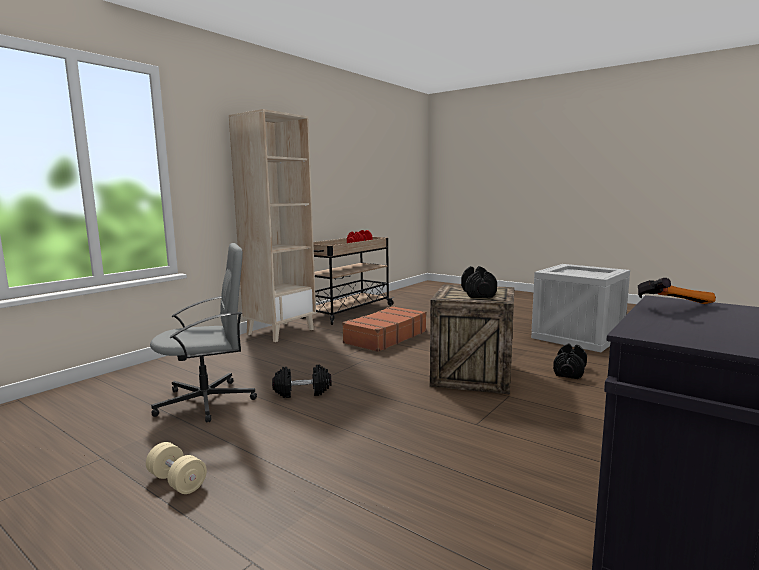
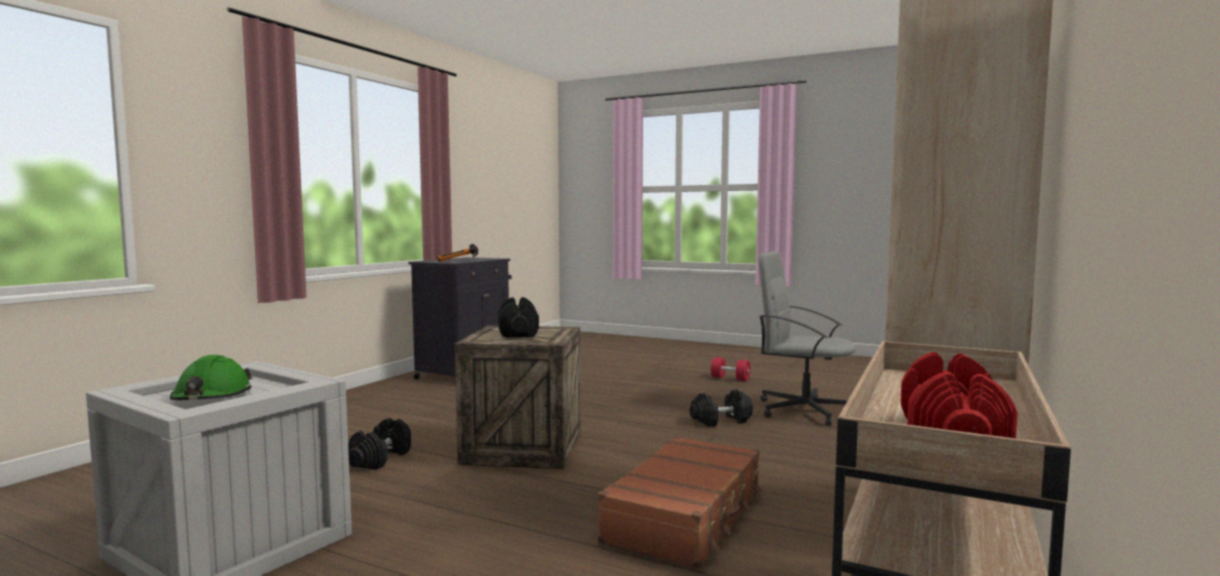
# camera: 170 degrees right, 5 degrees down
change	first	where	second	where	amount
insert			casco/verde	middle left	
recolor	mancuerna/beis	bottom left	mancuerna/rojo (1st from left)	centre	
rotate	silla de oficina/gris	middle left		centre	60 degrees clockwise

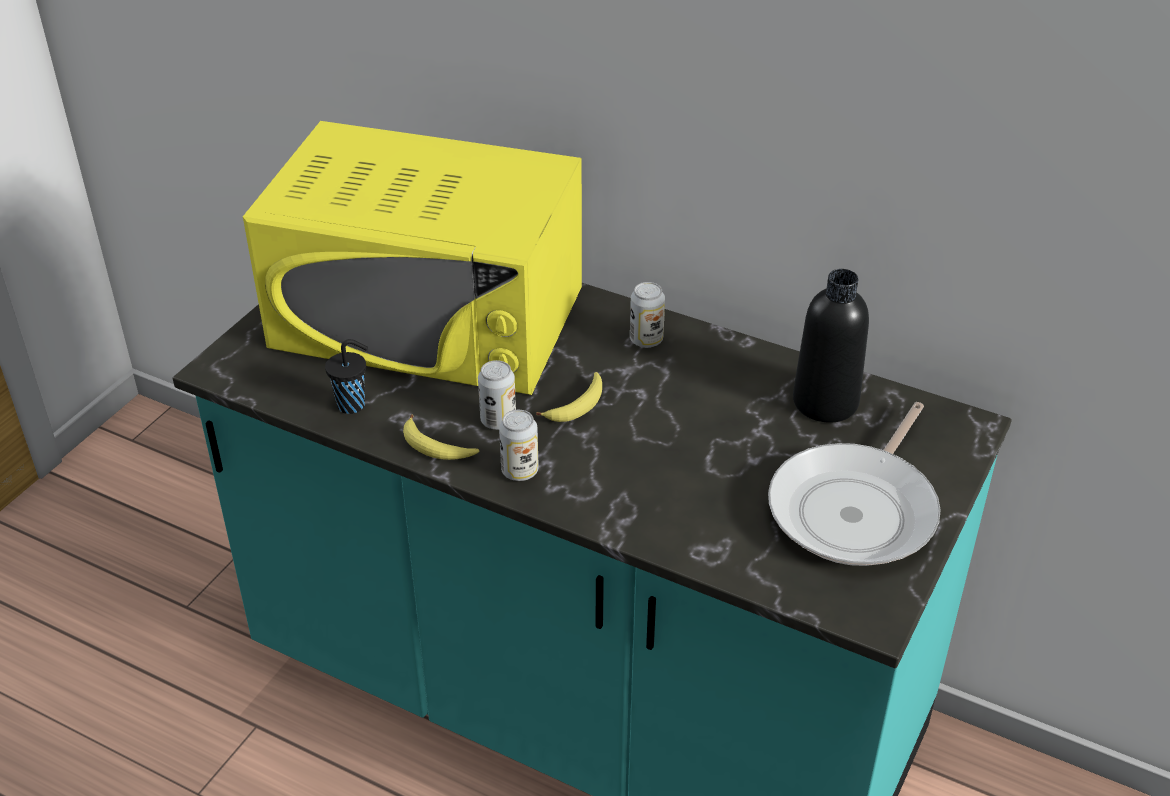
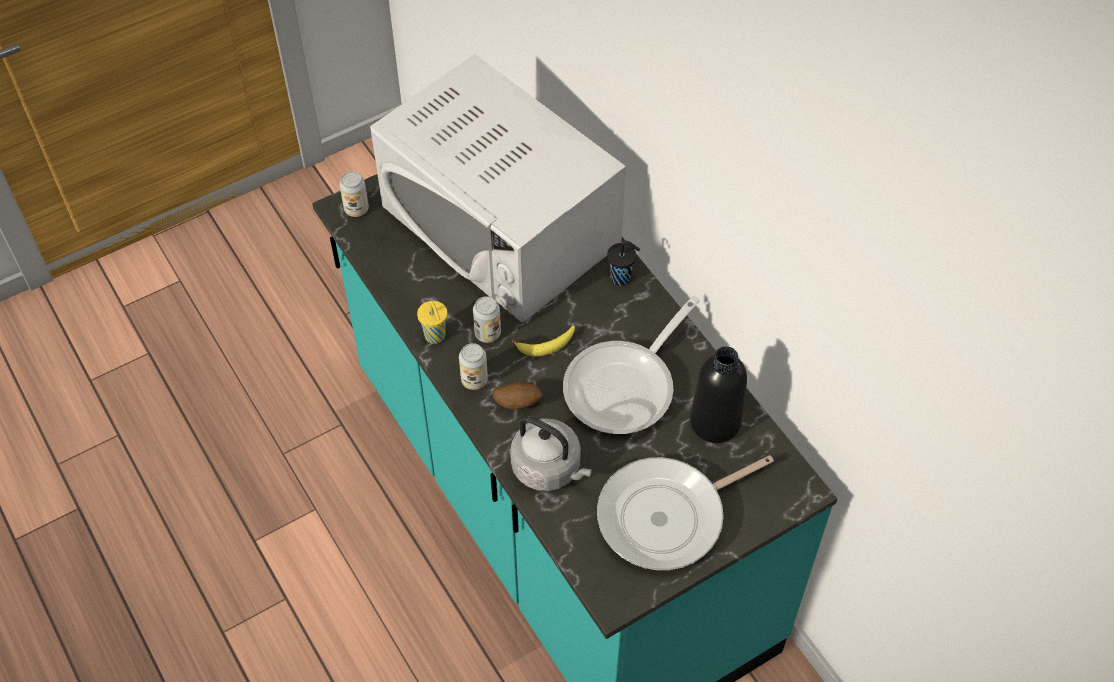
# camera: 30 degrees right, 15 degrees up
change	first	where	second	where	amount
insert			patata	centre	
insert			hervidor/gris	centre	
insert			sartén (1st from left)	centre	
move	taza/negro	middle left		centre	
move	lata (3rd from left in the first image)	centre	lata (1st from left)	top left	
replace	plátano (1st from left)	centre	taza/amarillo	centre	
recolor	microondas/amarillo	top centre	microondas/blanco	top centre	

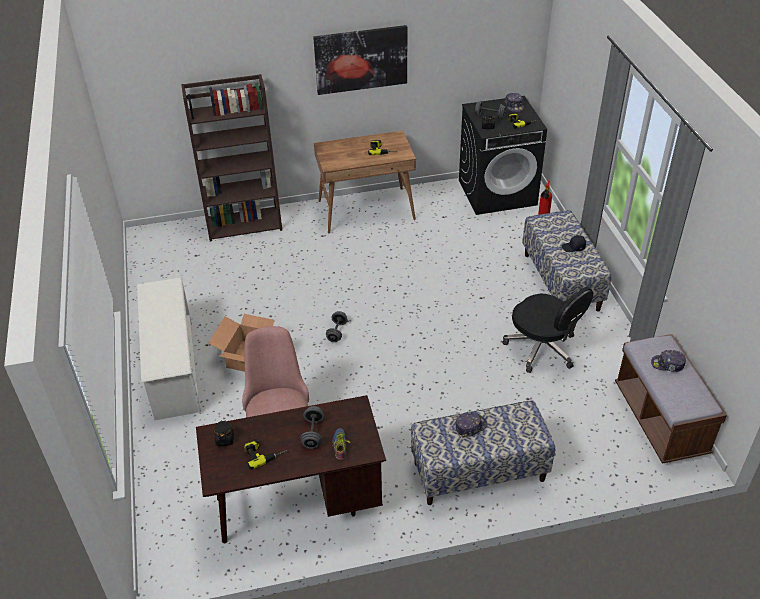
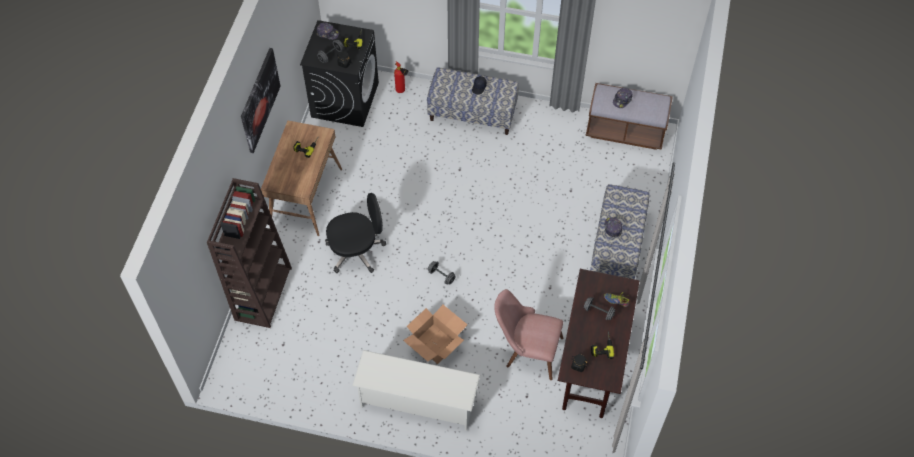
# camera: 65 degrees left, 15 degrees up
change	first	where	second	where	amount
move	silla de oficina/negro	middle right		centre	

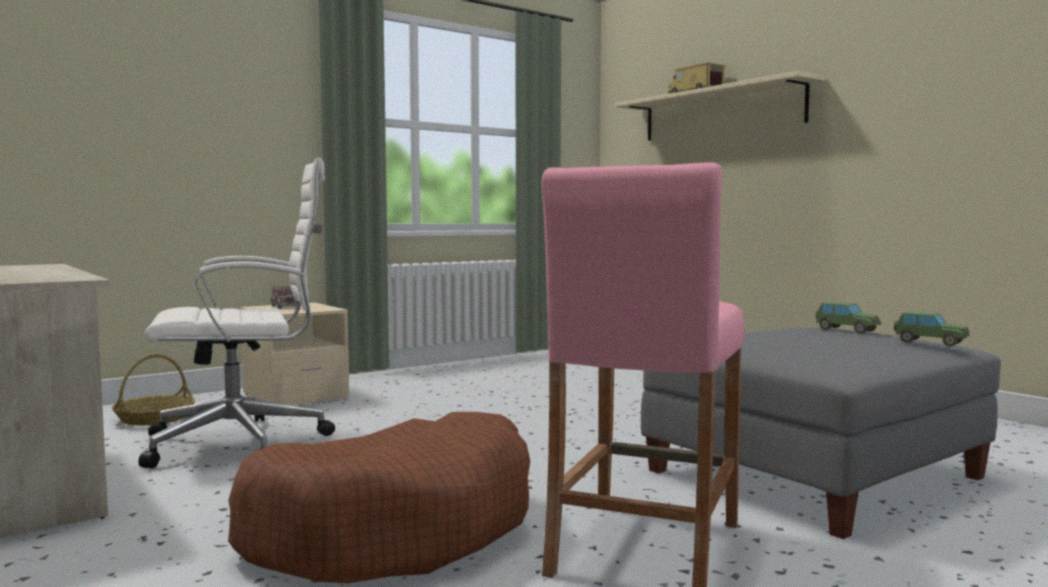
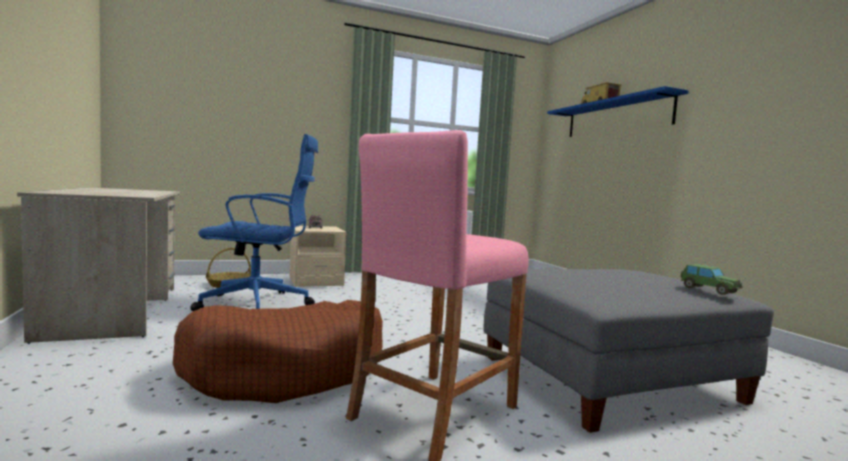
# camera: 15 degrees right, 0 degrees up
change	first	where	second	where	amount
delete	coche de juguete (1st from left)	middle right			
recolor	silla de oficina/blanco	middle left	silla de oficina/azul	middle left	
recolor	estante/beis	top right	estante/azul	top right	

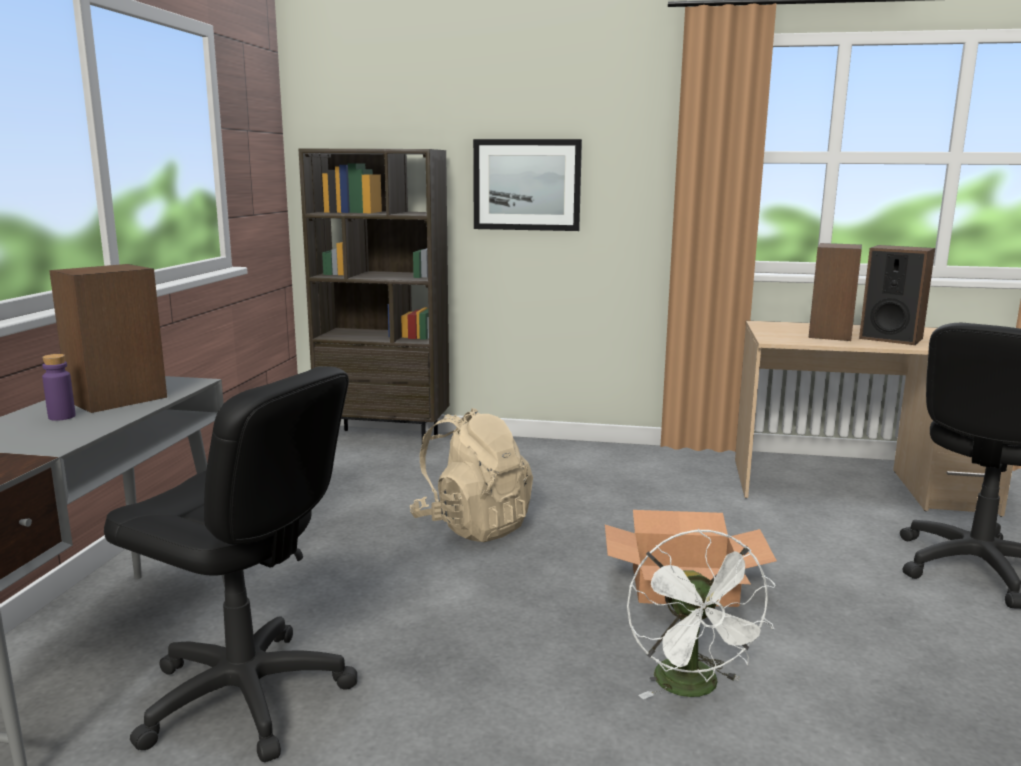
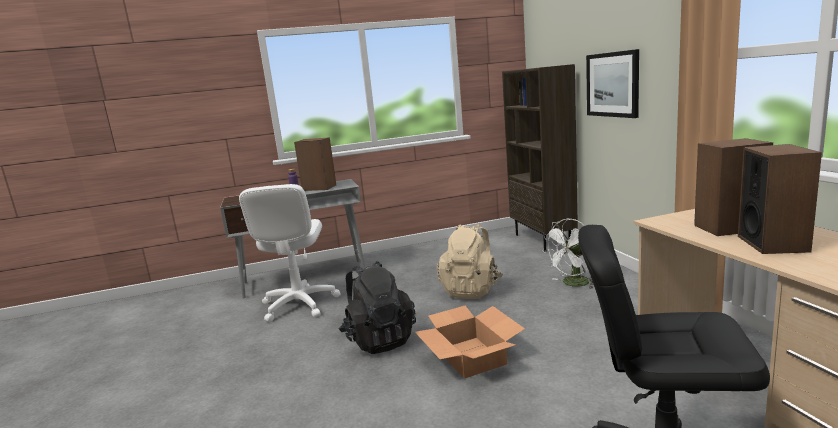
# camera: 65 degrees right, 0 degrees up
change	first	where	second	where	amount
insert			mochila/negro	bottom centre	
move	ventilador/blanco	bottom right		middle right	
recolor	silla de oficina/negro (1st from left)	bottom left	silla de oficina/blanco	centre	

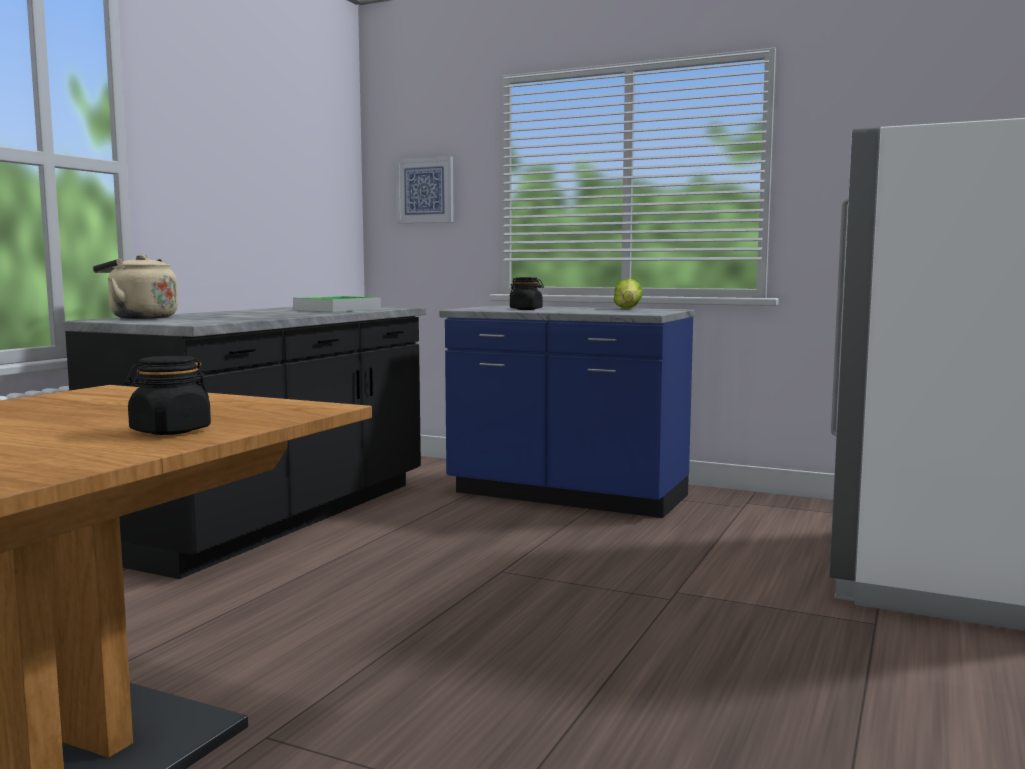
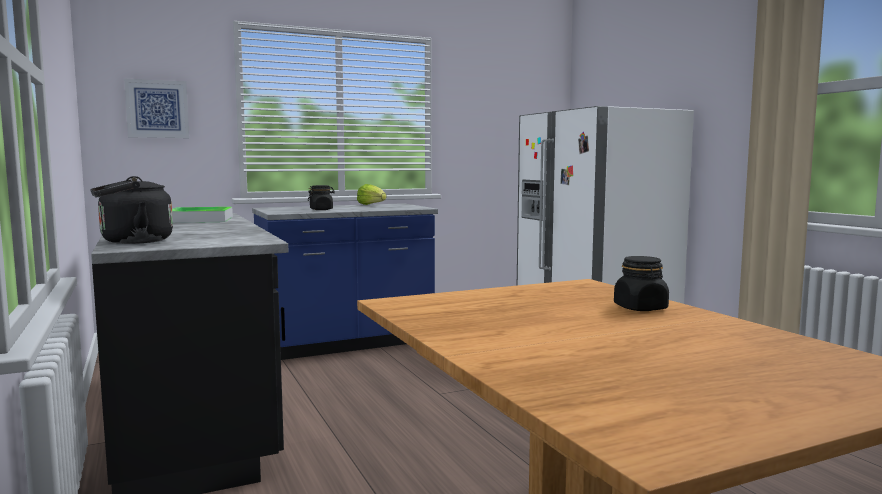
# camera: 50 degrees left, 0 degrees up
change	first	where	second	where	amount
recolor	hervidor/beis	middle left	hervidor/negro	middle left	

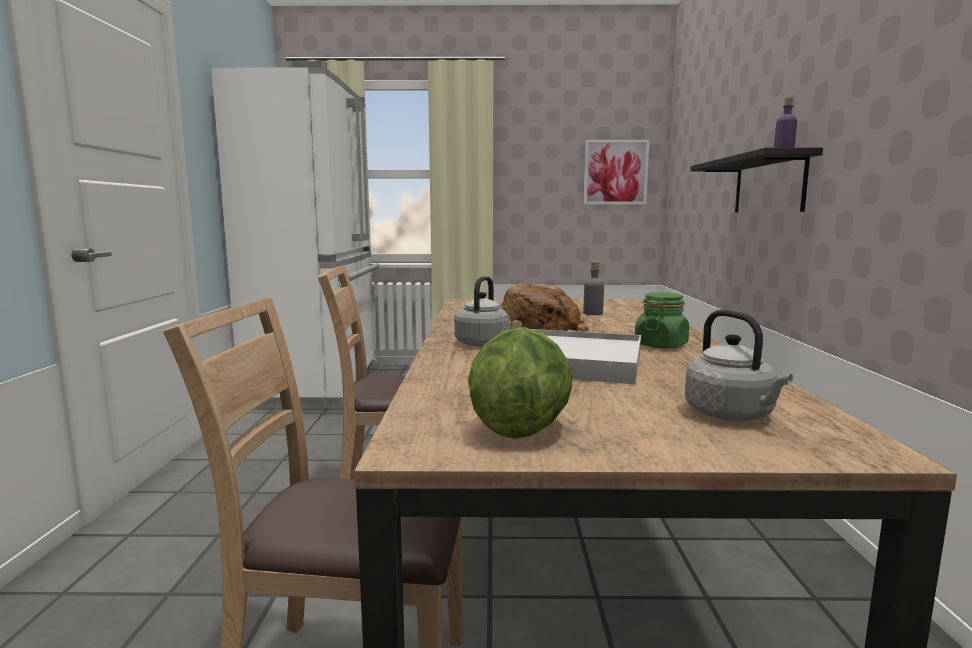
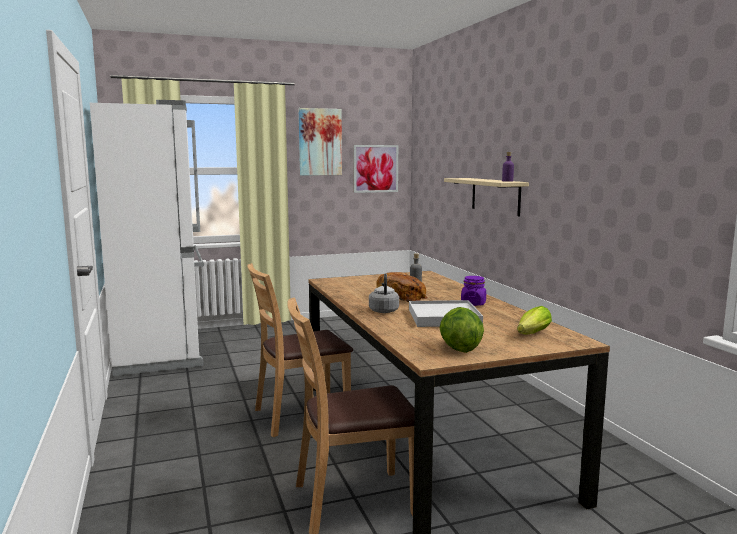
# camera: 20 degrees left, 0 degrees up
change	first	where	second	where	amount
insert			cuadro (1st from left)	top centre	
replace	hervidor/gris (2nd from left)	middle right	lechuga (2nd from left)	middle right	
recolor	tarro/verde	middle right	tarro/morado	centre	
recolor	estante/negro	top right	estante/beis	centre	

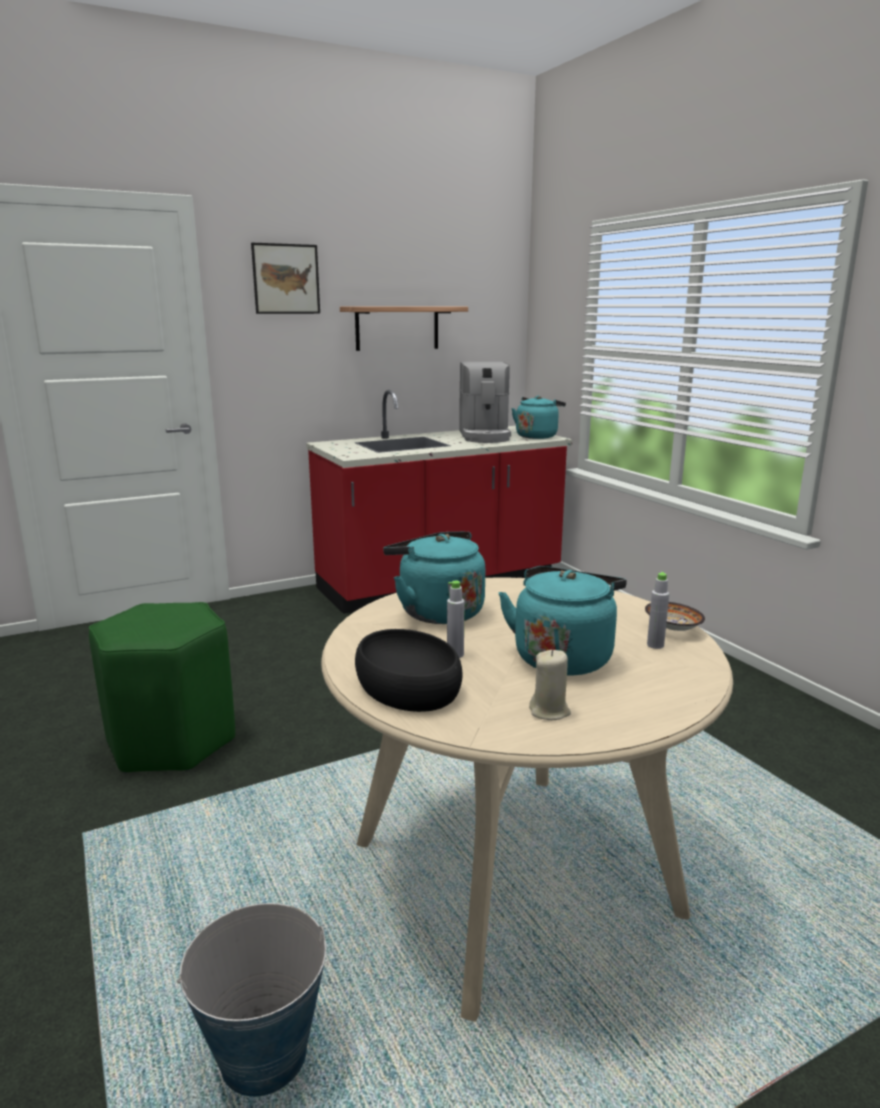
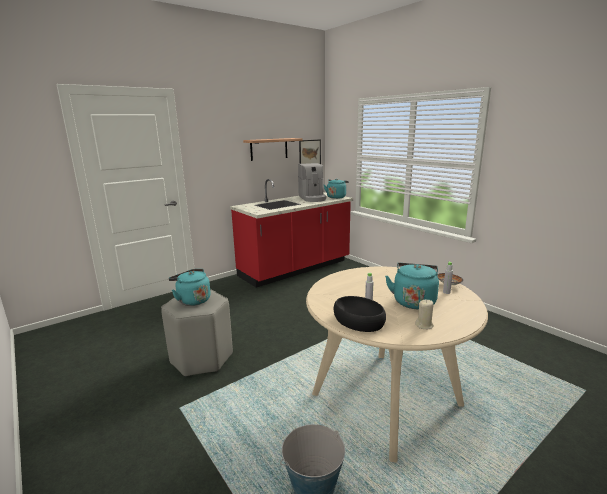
# camera: 10 degrees left, 0 degrees up
change	first	where	second	where	amount
move	cuadro	top left		top centre	
move	hervidor/turquesa (1st from left)	centre		middle left	
recolor	taburete/verde	middle left	taburete/gris	bottom left	

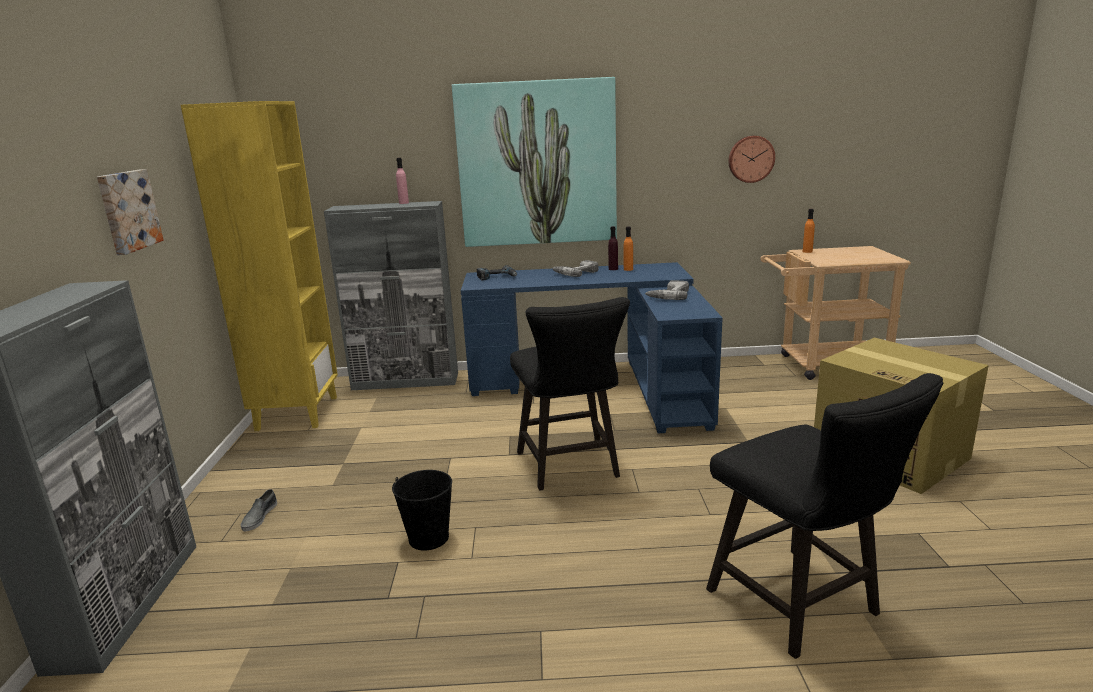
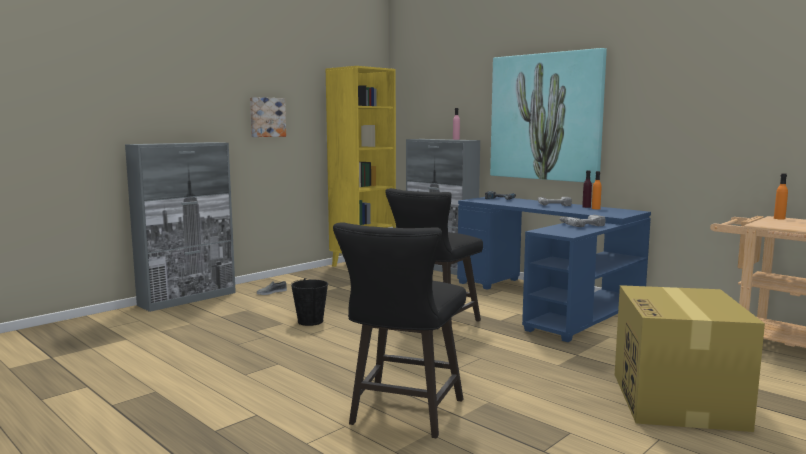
# camera: 45 degrees right, 10 degrees down
change	first	where	second	where	amount
delete	reloj de pared	top right			

